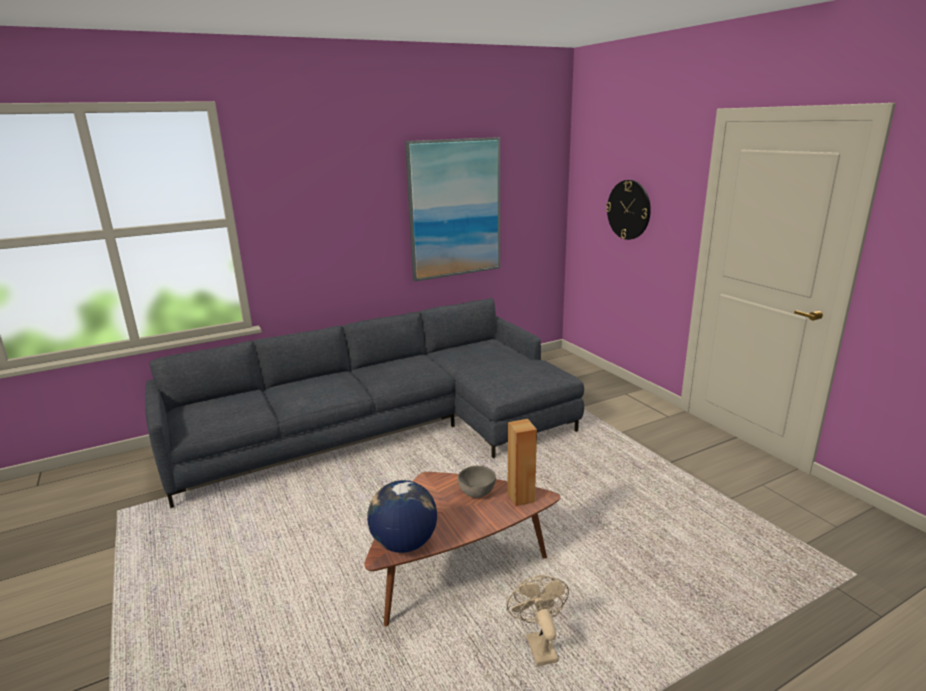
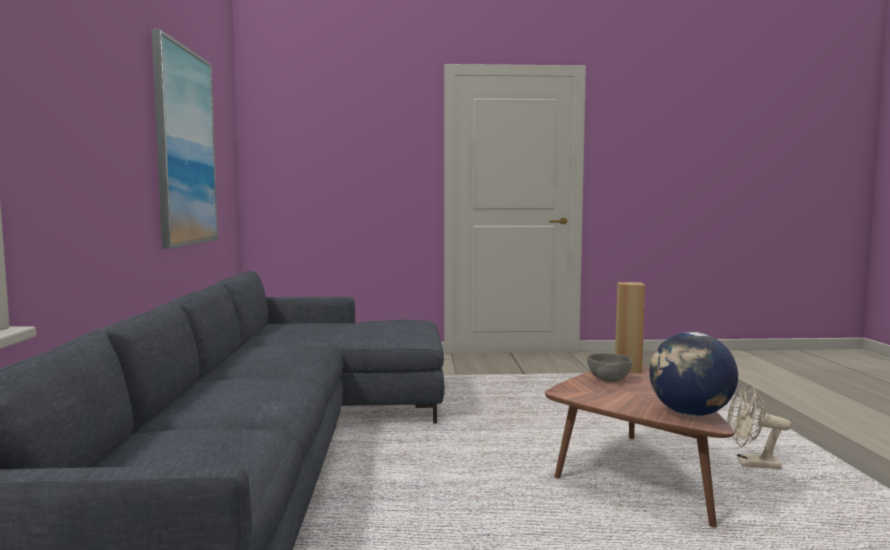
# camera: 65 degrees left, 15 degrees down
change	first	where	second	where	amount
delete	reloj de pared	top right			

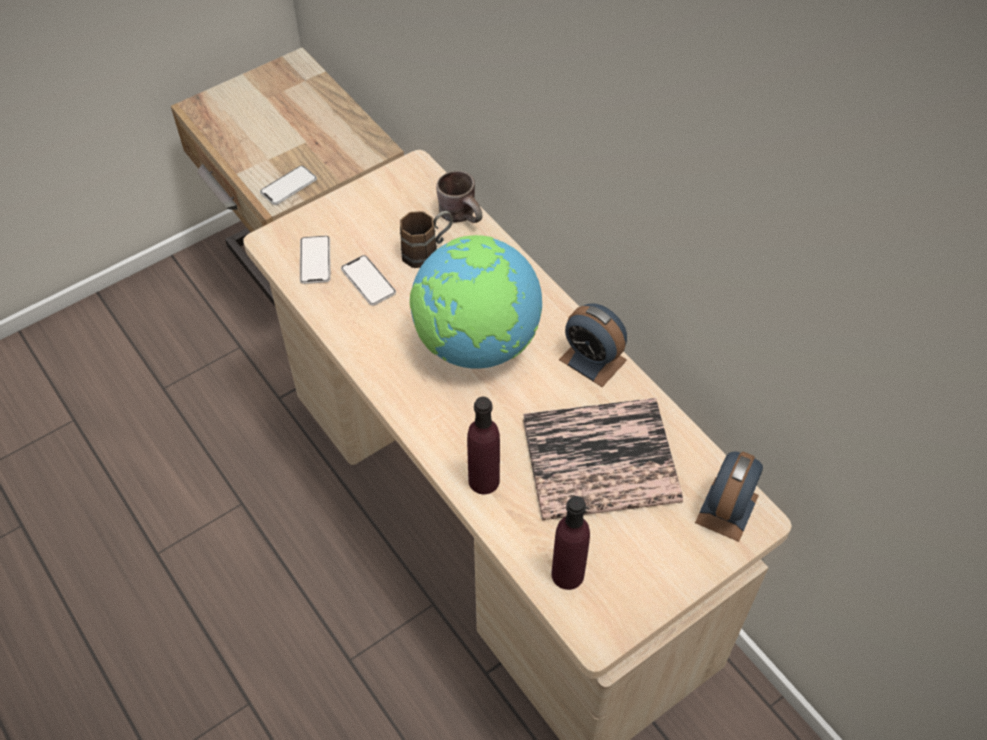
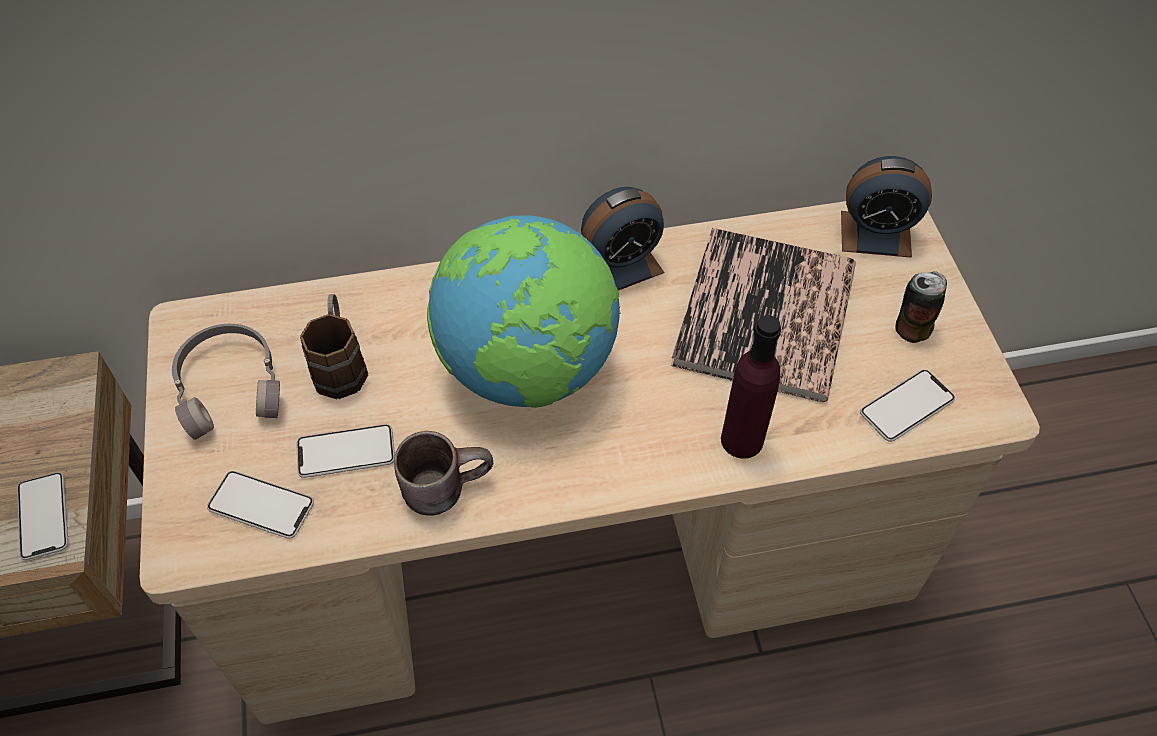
# camera: 65 degrees left, 0 degrees up
change	first	where	second	where	amount
insert			auriculares/gris	middle left	
insert			lata	middle right	
move	taza grande/marrón (2nd from left)	top centre		centre	
replace	botella/morado (2nd from left)	bottom centre	móvil (4th from left)	middle right	
rotate	despertador (2nd from left)	bottom right		top right	135 degrees clockwise

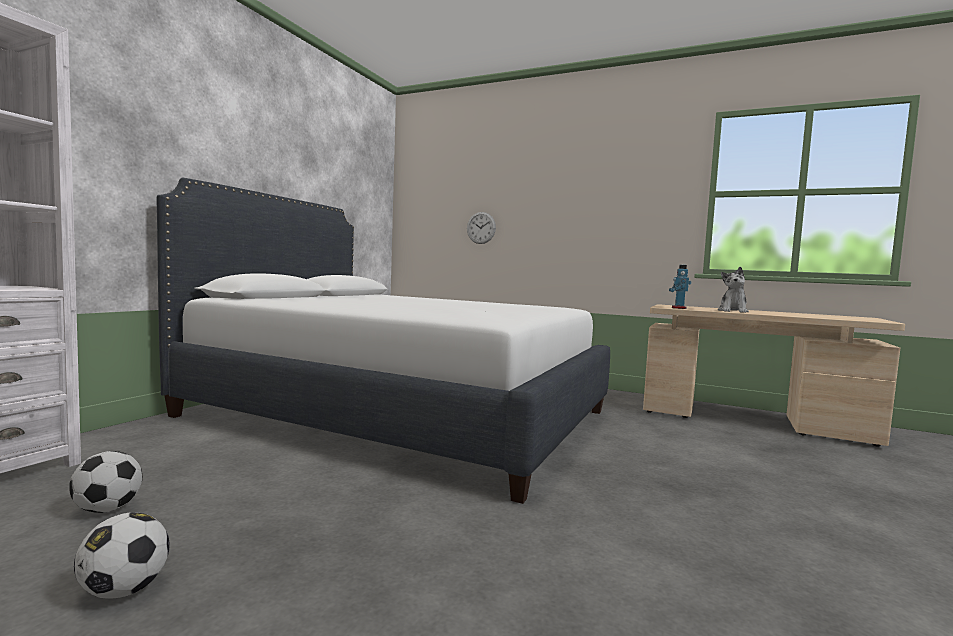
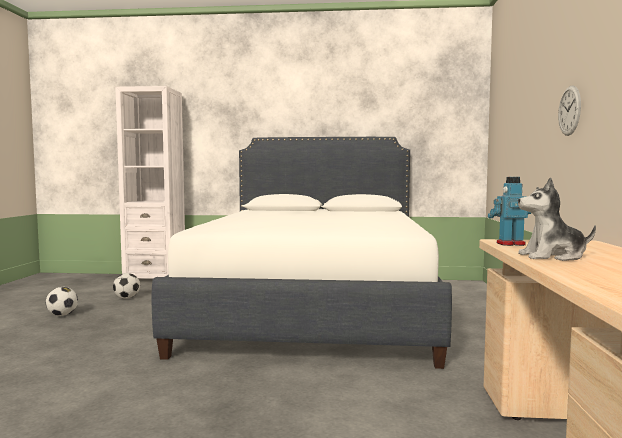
# camera: 70 degrees right, 0 degrees up
change	first	where	second	where	amount
move	reloj de pared	centre		top right	

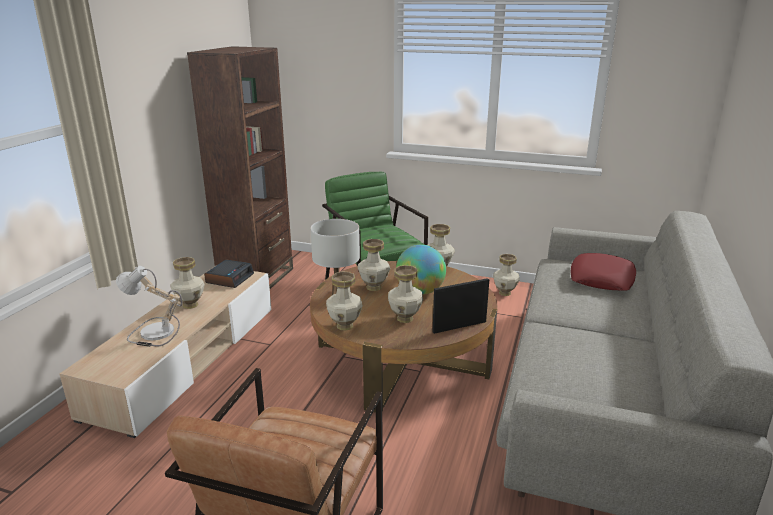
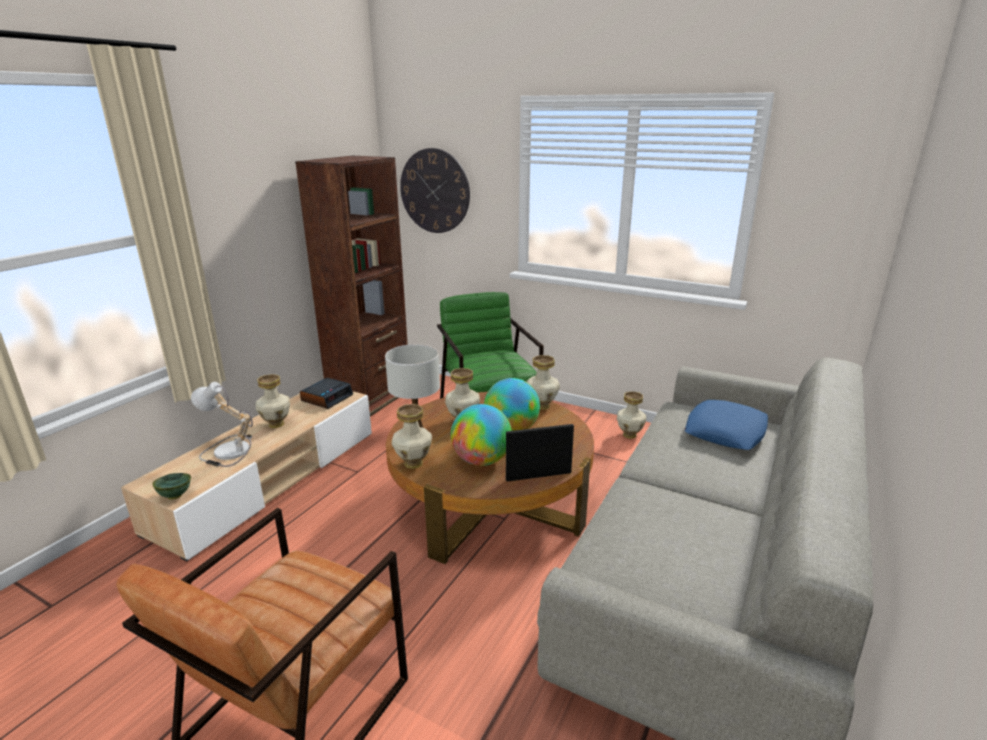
# camera: 10 degrees right, 0 degrees up
change	first	where	second	where	amount
insert			cuenco/verde	middle left	
insert			reloj de pared	top centre	
replace	florero (4th from left)	centre	globo terráqueo (1st from left)	centre	
recolor	cojín/rojo	middle right	cojín/azul	middle right	

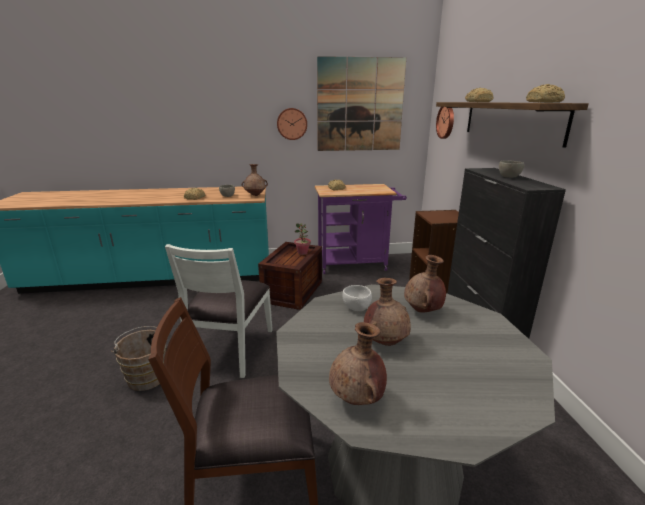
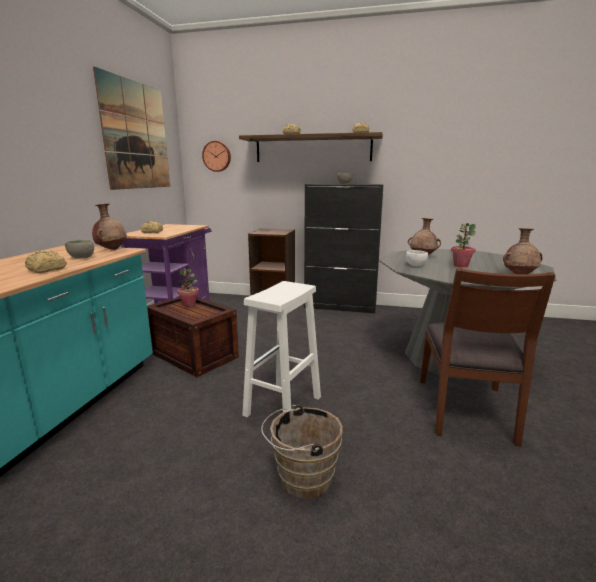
# camera: 70 degrees left, 5 degrees down
change	first	where	second	where	amount
delete	reloj de pared (1st from left)	top centre			
replace	silla/blanco	centre	taburete/blanco	centre	
replace	florero/marrón (3rd from left)	centre	planta en maceta (2nd from left)	middle right	

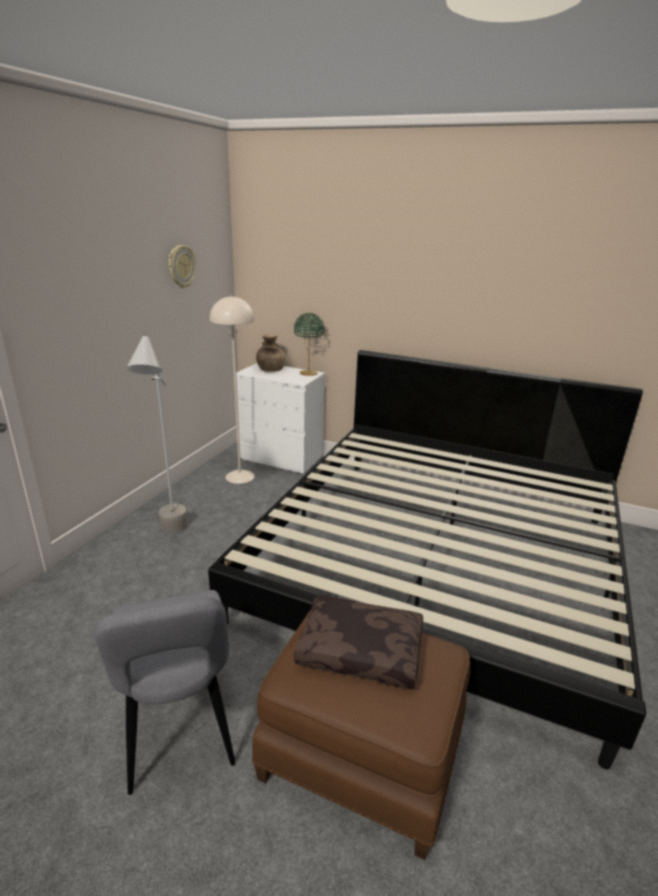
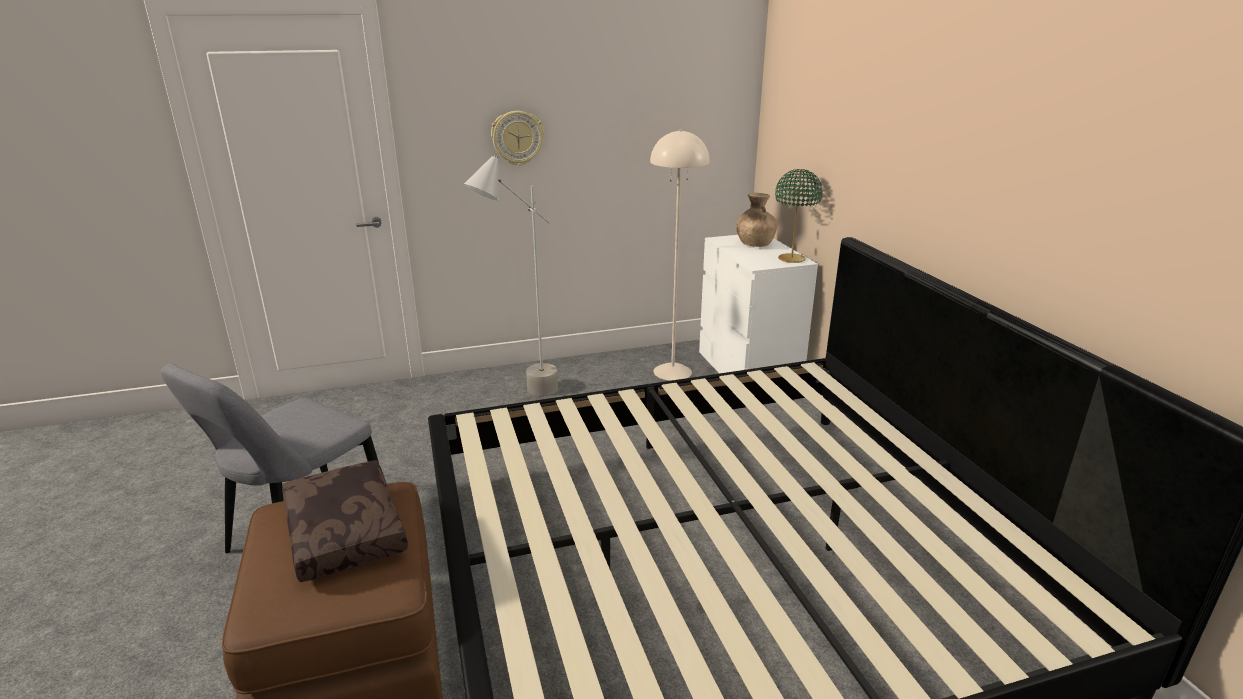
# camera: 50 degrees right, 0 degrees up
change	first	where	second	where	amount
move	reloj de pared	top left		top centre	

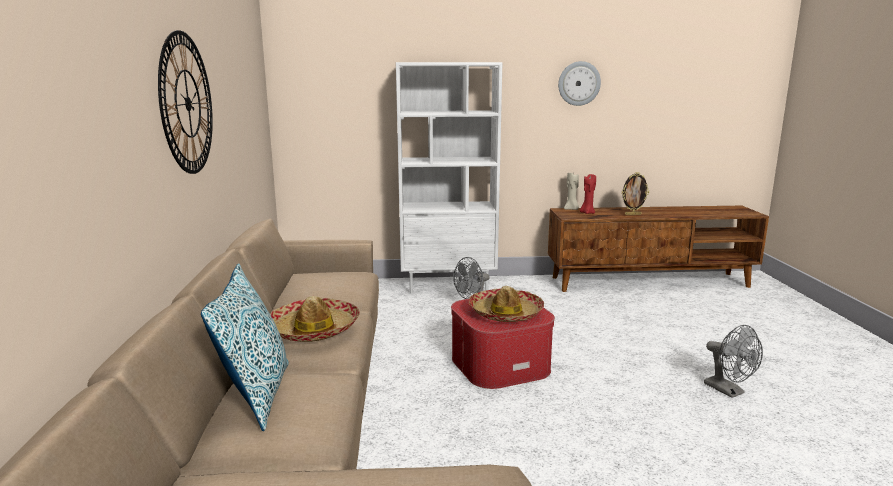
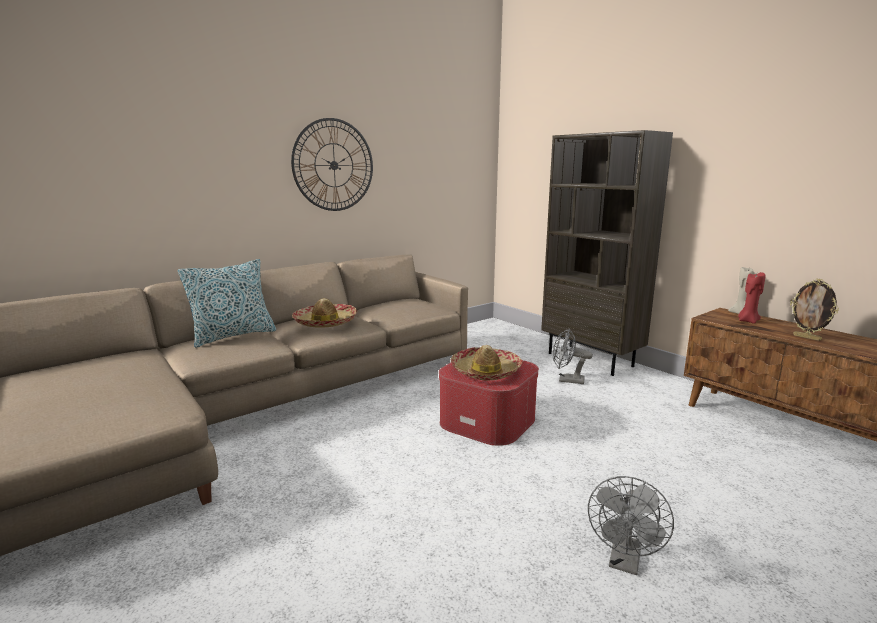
# camera: 55 degrees right, 0 degrees up
change	first	where	second	where	amount
delete	reloj de pared (2nd from left)	top centre			
recolor	estantería/blanco	centre	estantería/marrón	middle right	

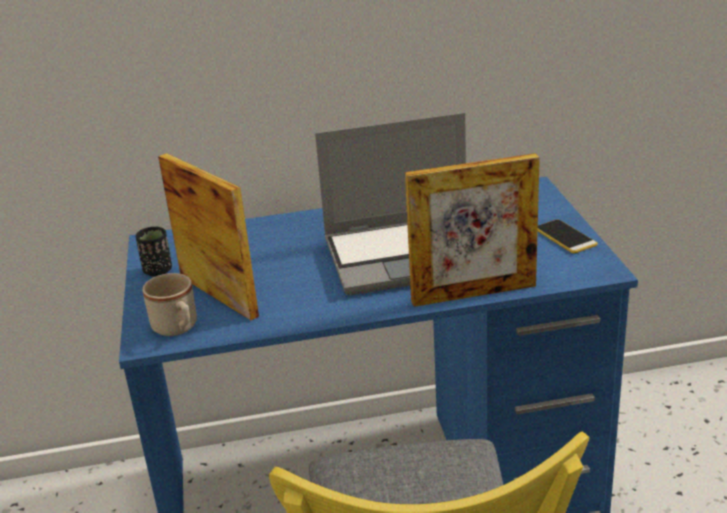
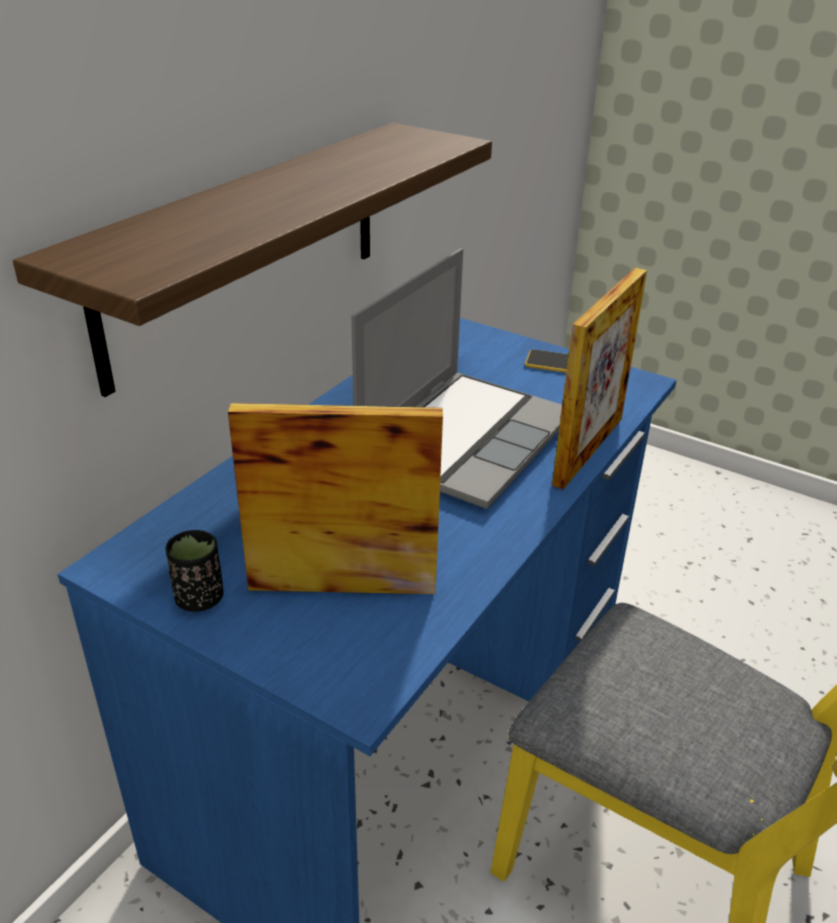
# camera: 50 degrees left, 5 degrees up
change	first	where	second	where	amount
delete	taza grande/beis	middle left			
insert			estante	top left	

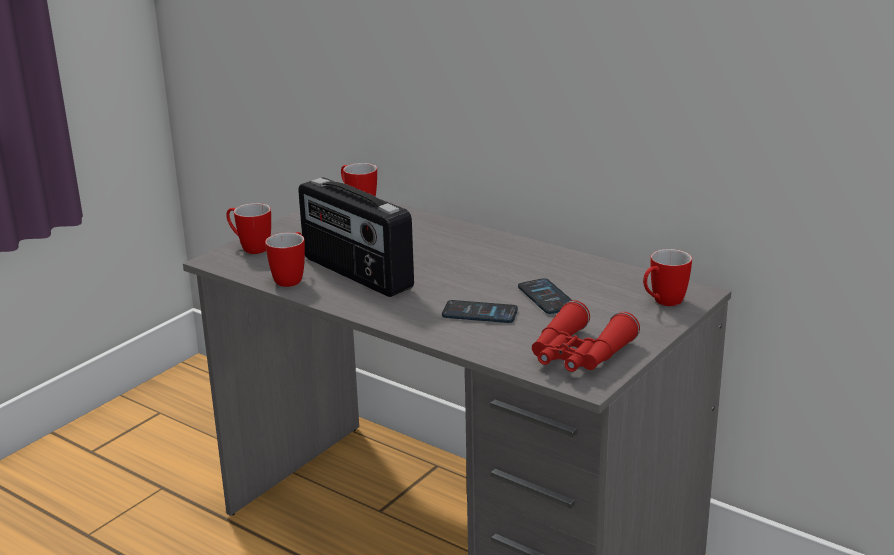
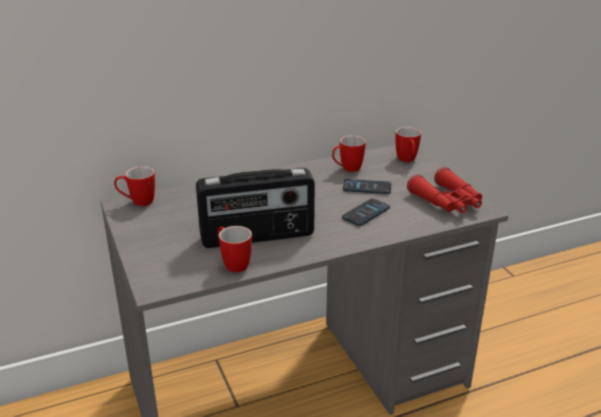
# camera: 60 degrees left, 5 degrees up
change	first	where	second	where	amount
move	taza grande (1st from left in the first image)	middle left	taza grande (3rd from left)	centre	

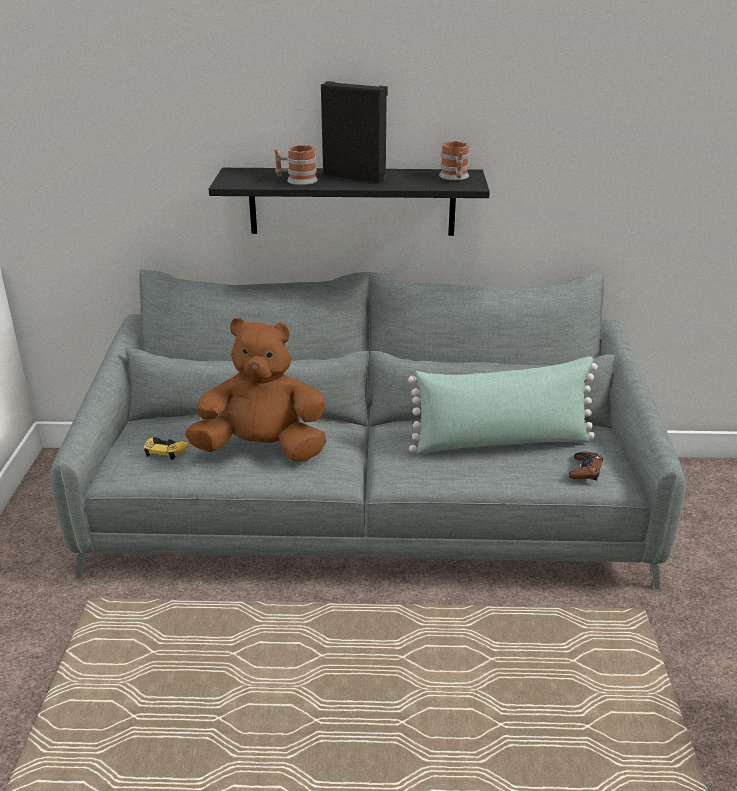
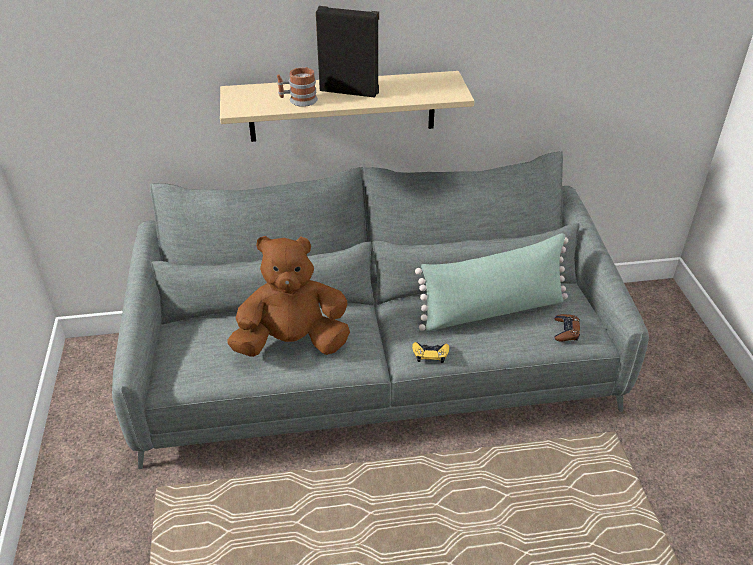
# camera: 10 degrees left, 10 degrees up
change	first	where	second	where	amount
delete	taza grande (2nd from left)	top centre			
move	mando de consola/amarillo	middle left		centre	
recolor	estante/negro	top centre	estante/beis	top centre	

